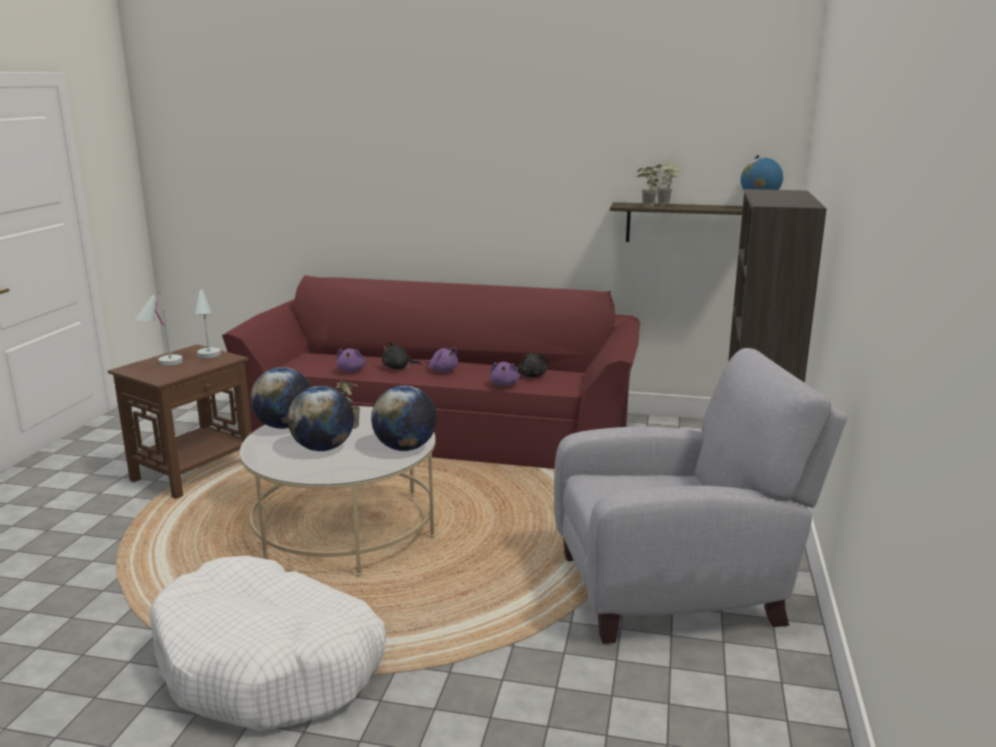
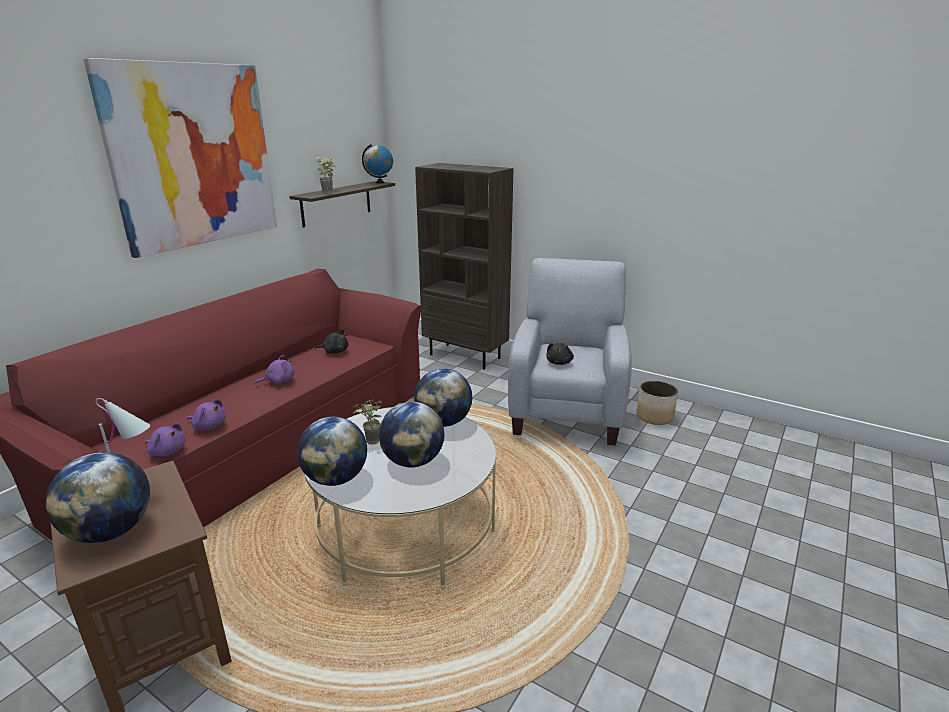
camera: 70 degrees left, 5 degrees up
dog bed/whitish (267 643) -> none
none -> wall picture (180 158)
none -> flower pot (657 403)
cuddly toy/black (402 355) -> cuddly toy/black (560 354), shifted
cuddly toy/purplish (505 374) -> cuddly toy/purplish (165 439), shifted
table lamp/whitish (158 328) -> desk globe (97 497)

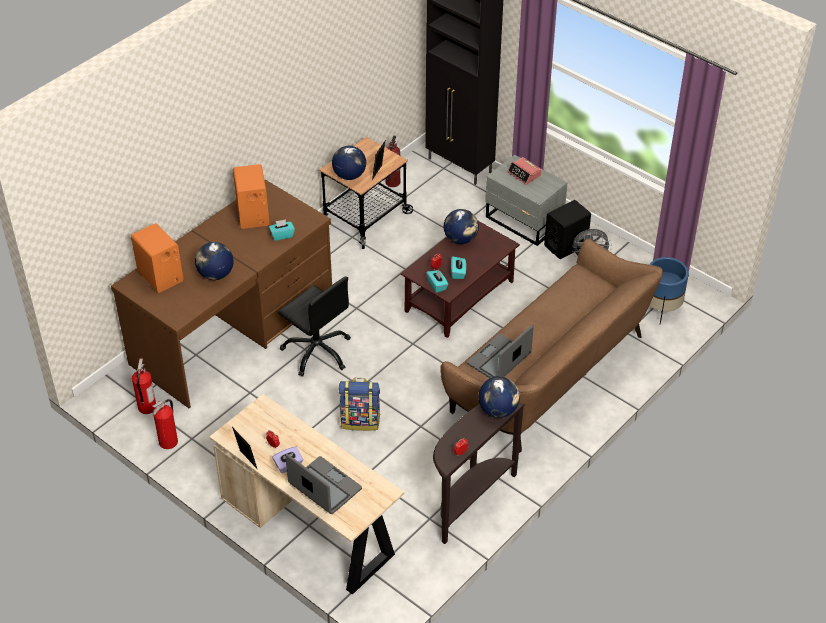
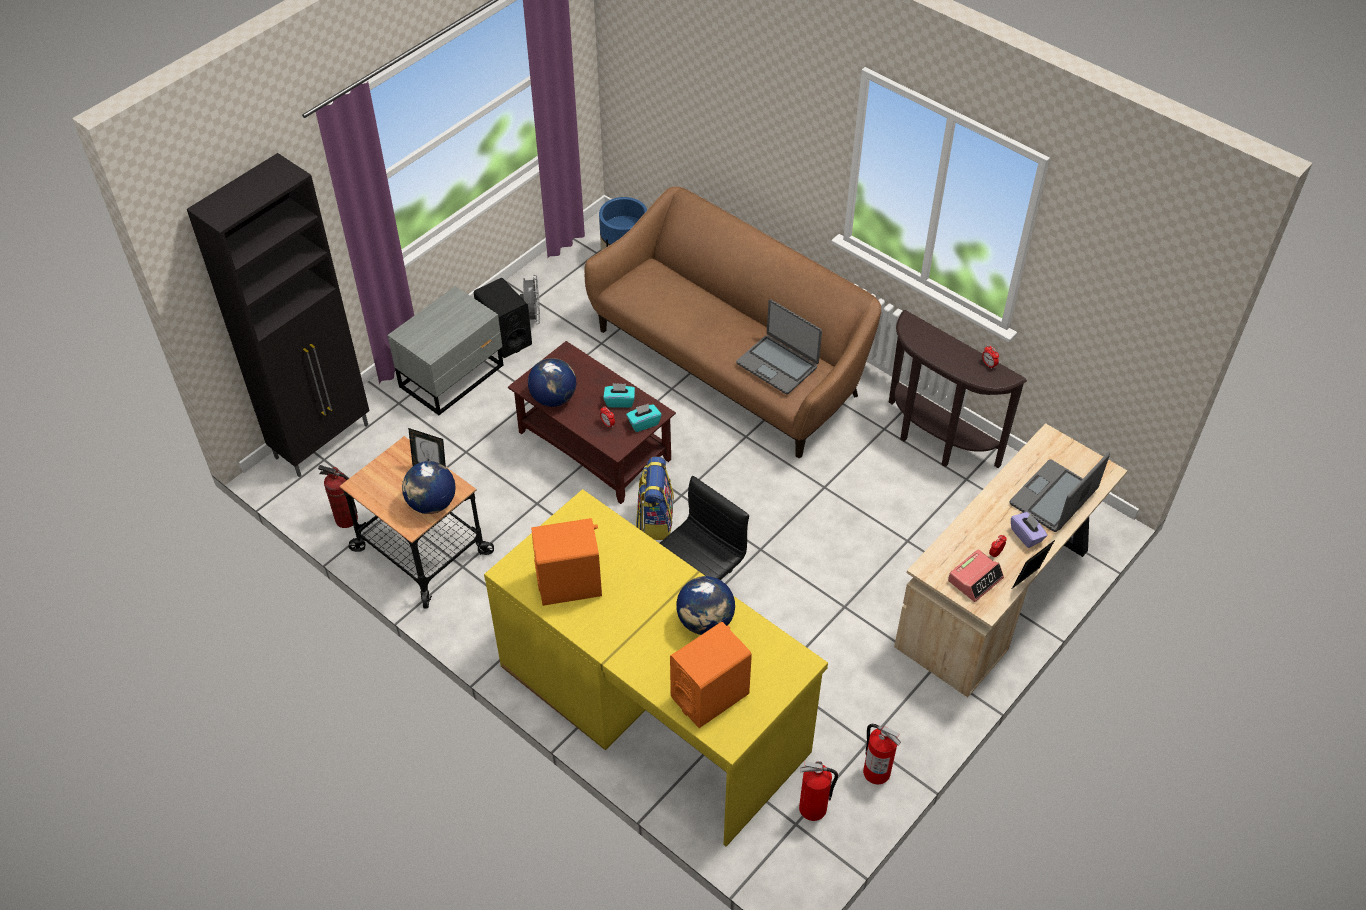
camera: 90 degrees left, 5 degrees up
box of tissues/blue-green (282 230) -> none
desk globe (499 397) -> none
backpack (359 404) -> backpack (655 498), shifted
bedside clock (524 171) -> bedside clock (976 575), shifted
desk table/brown-coloured (221 293) -> desk table/yellow-coloured (656 668)

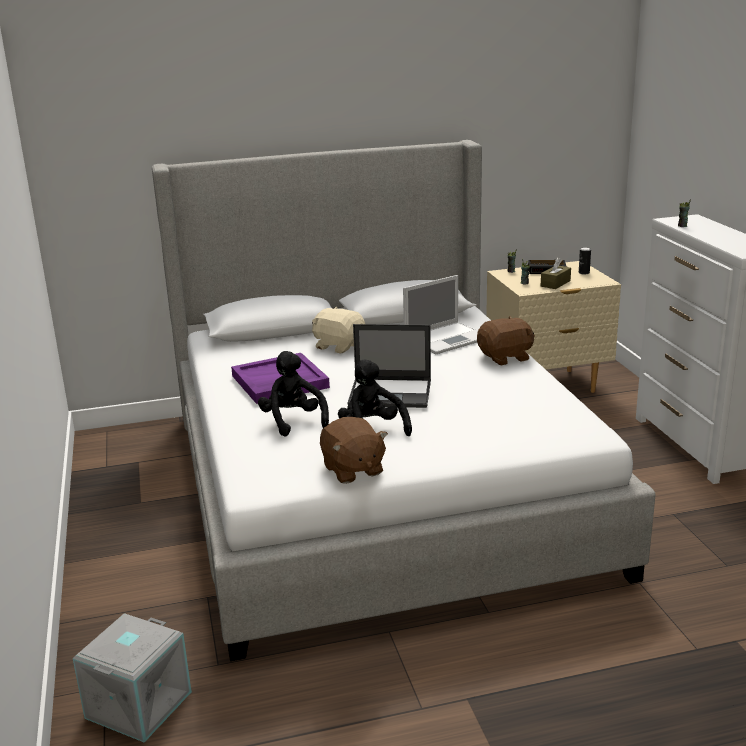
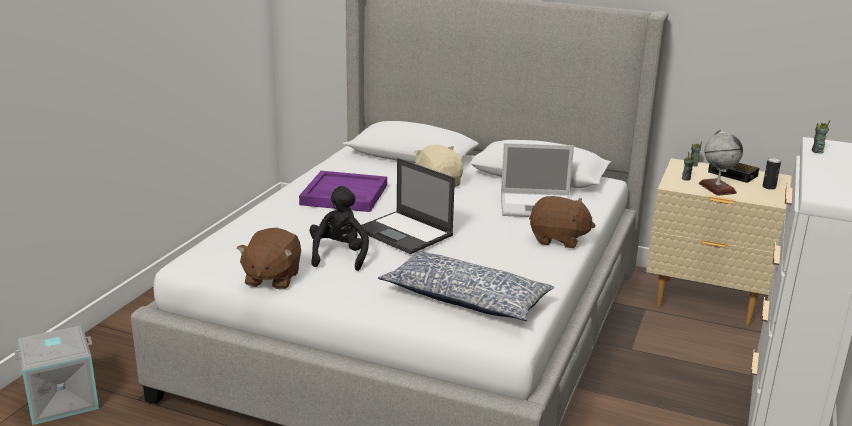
camera: 35 degrees right, 0 degrees up
cuddly toy/black (293 394) -> none
none -> cushion (466 286)
box of tissues/brown-coloured (556 273) -> desk globe (721 162)

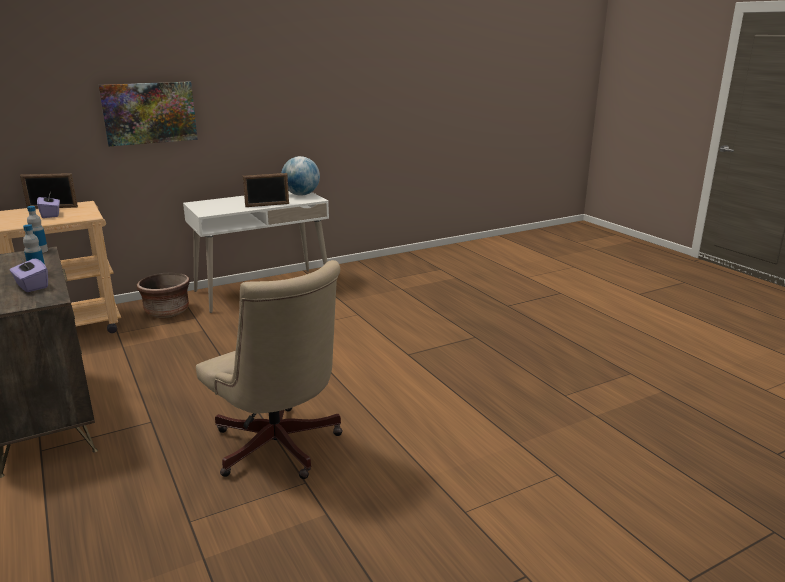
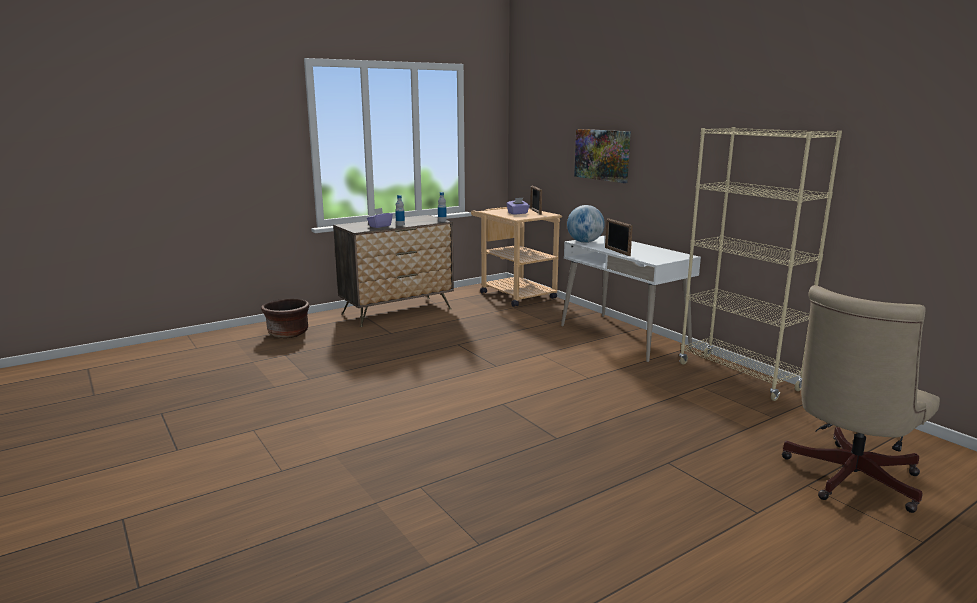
camera: 85 degrees right, 5 degrees down
none -> bookcase/beige (760 264)
flower pot/brown-coloured (163 295) -> flower pot/brown-coloured (285 318), shifted
computer chair/beige (269 369) -> computer chair/beige (861 399), shifted
desk globe (300 176) -> desk globe (586 224), shifted

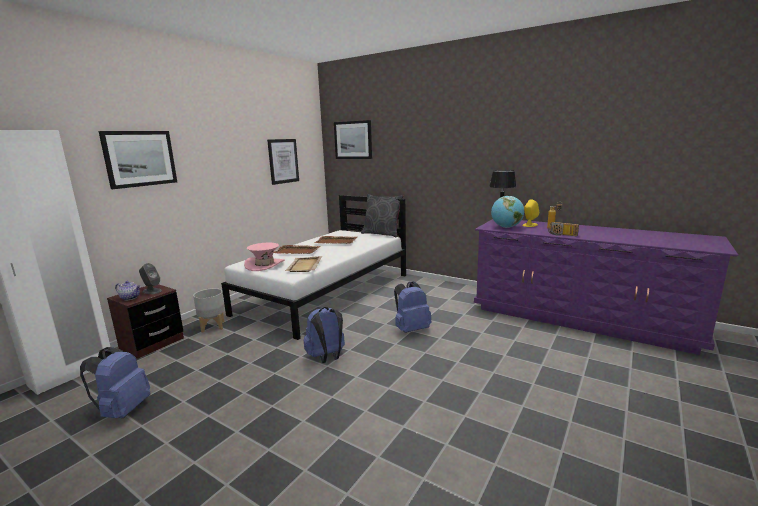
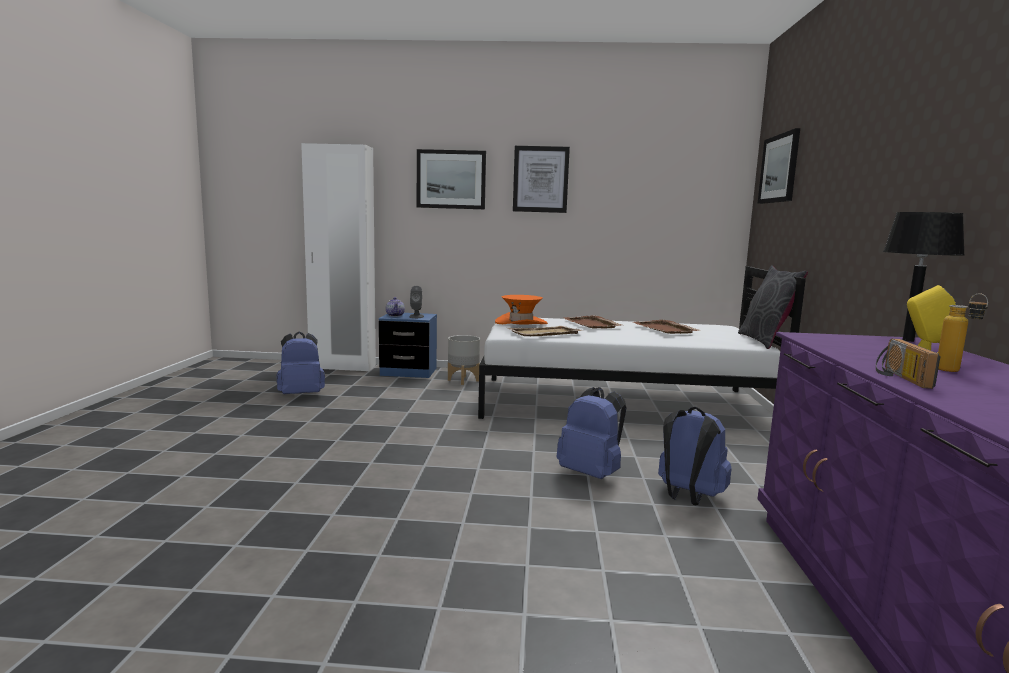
camera: 60 degrees right, 5 degrees down
desk globe (507 212) -> none
wall picture (283 162) -> wall picture (541 179), shifted
backpack/blue-coloured (324 335) -> backpack/blue-coloured (695 456), shifted
bedside table/brown-coloured (145 321) -> bedside table/blue-coloured (408 345)
clothing hat/pinkish (264 257) -> clothing hat/orange-coloured (521 310)

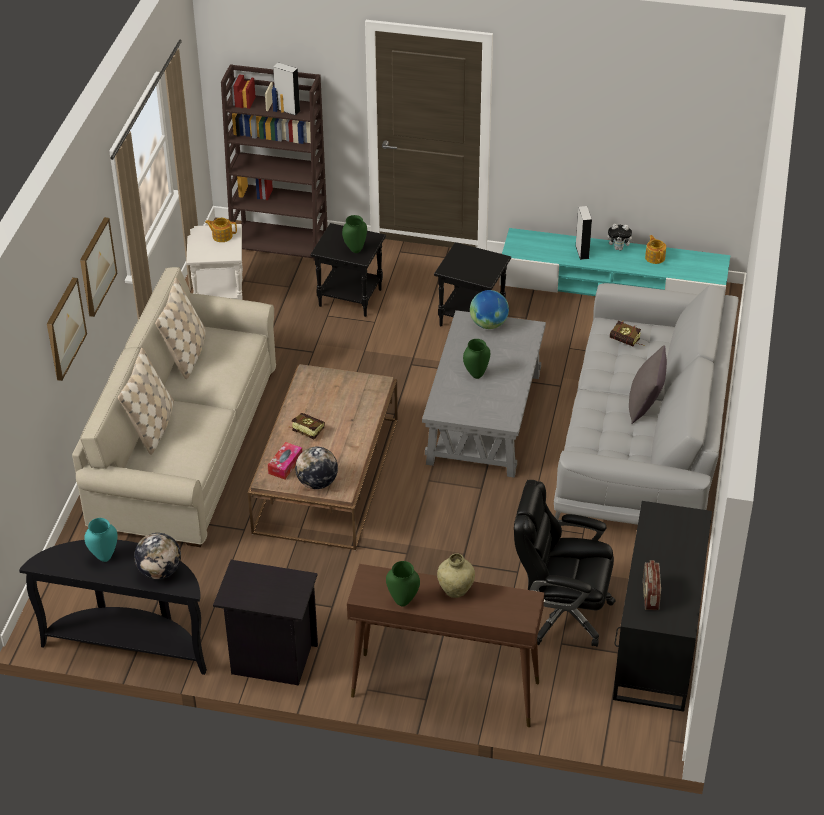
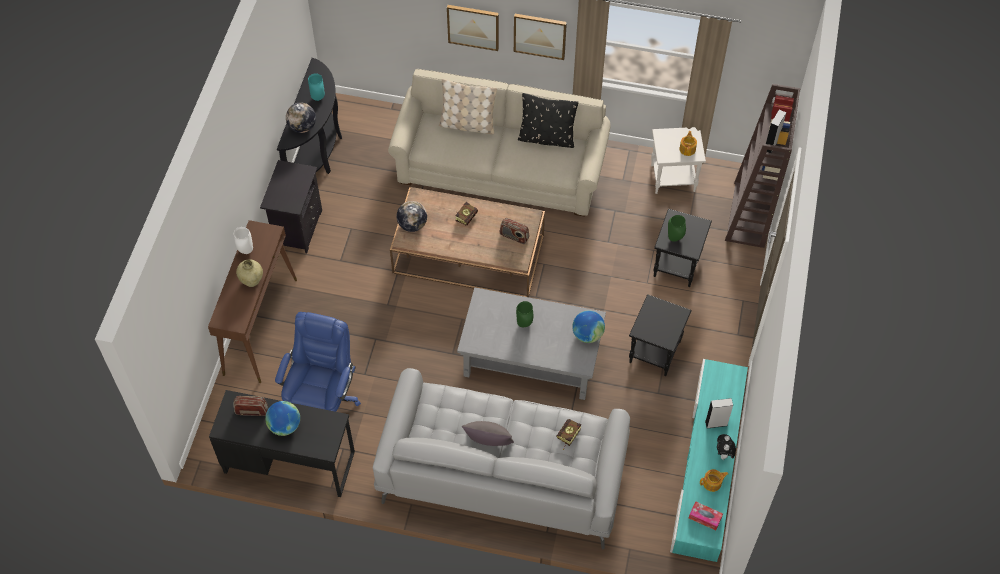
camera: 90 degrees right, 15 degrees up
none -> desk globe (282 418)
none -> radio set (514 231)
box of tissues (285 460) -> box of tissues (706 515), shifted
cushion/beige (180 328) -> cushion/black (548 120)
decorative vase/greenish (403 584) -> decorative vase/whitish (243 240)
computer chair/black (564 563) -> computer chair/blue-coloured (318 362)

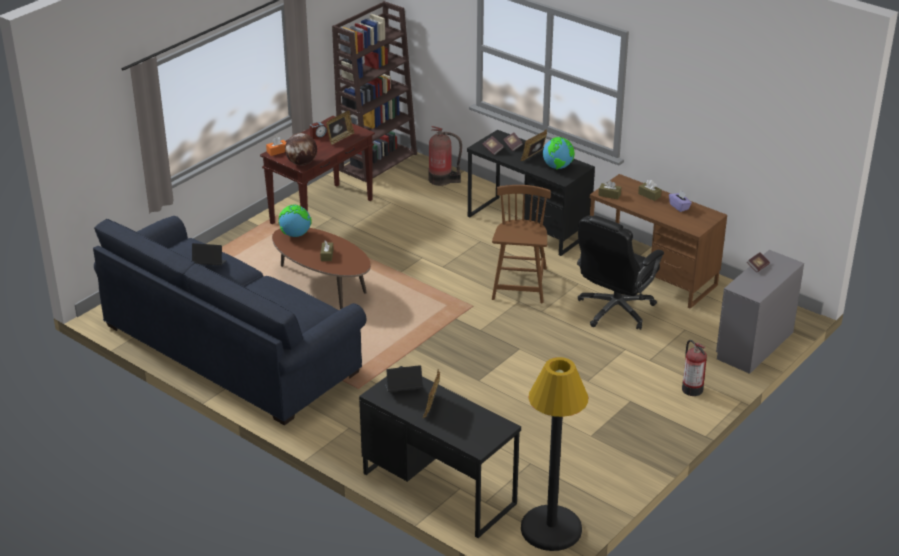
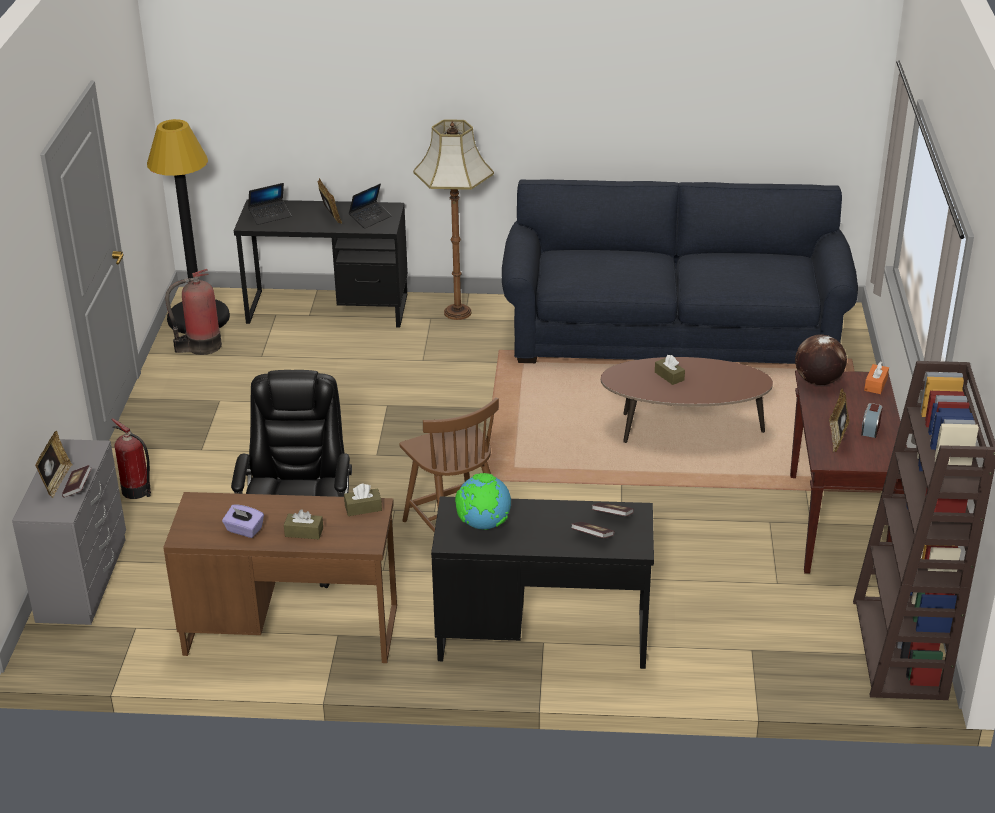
camera: 145 degrees right, 0 degrees up
desk globe (295 221) -> none
none -> standing lamp (453 219)
portable computer (209 254) -> portable computer (269 204), shifted
fire-fighting cylinder (445 156) -> fire-fighting cylinder (193 312), shifted
photo frame (534 145) -> photo frame (54 464), shifted

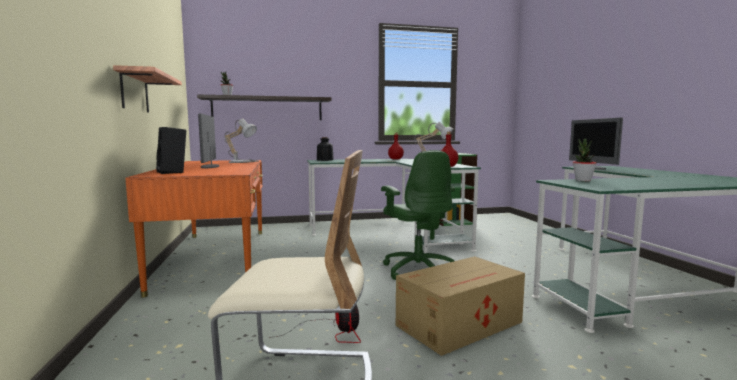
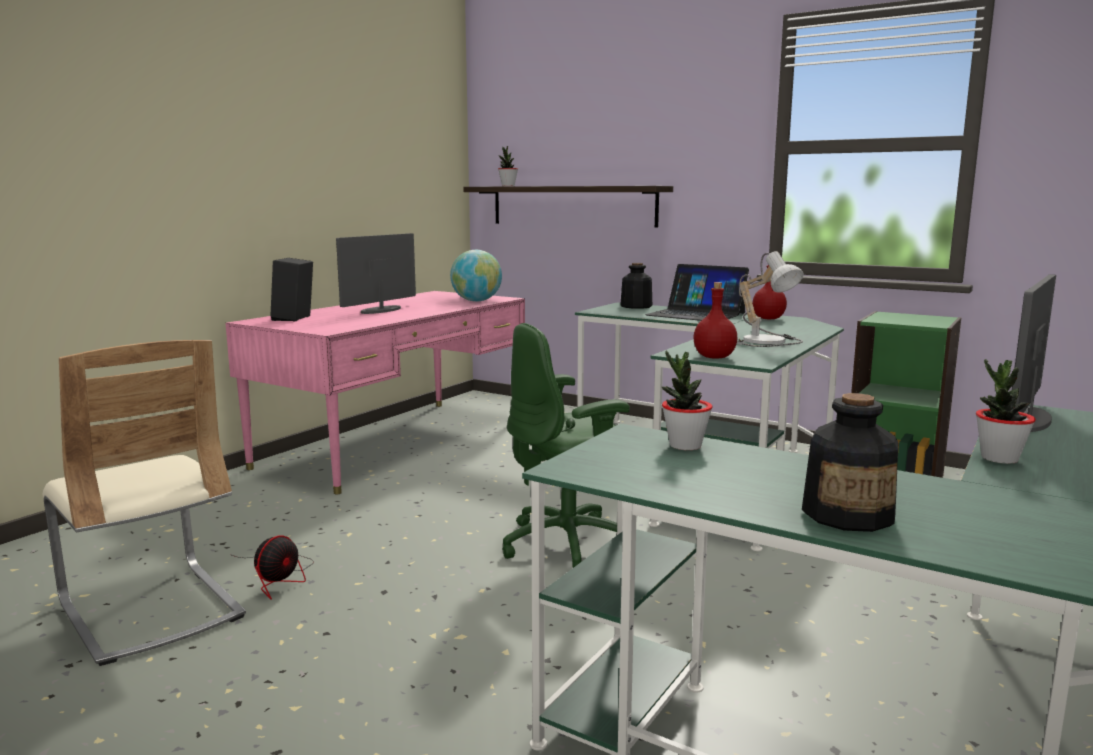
camera: 45 degrees right, 5 degrees up
wall shelf (147 88) -> none
carton (460 306) -> none
none -> portable computer (697 292)
none -> bottle (850 462)
none -> potted plant (1006 411)
table lamp (242 141) -> desk globe (476 276)
desk table/orange-coloured (193 229) -> desk table/pinkish (375 393)
computer chair/greenish (418 215) -> computer chair/greenish (566 445), 45 degrees clockwise

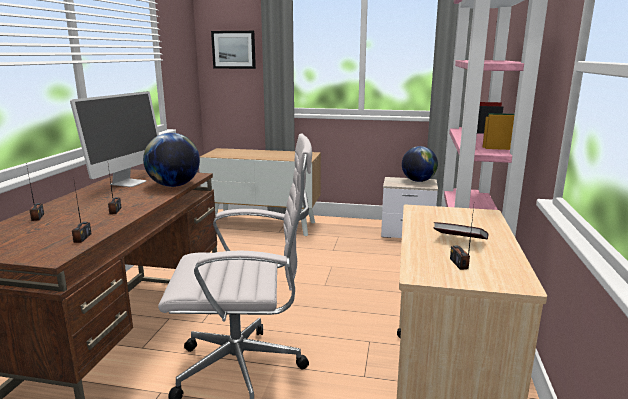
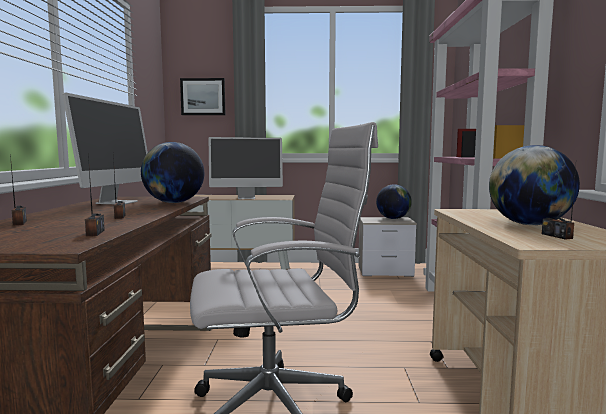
camera: 10 degrees left, 10 degrees down
none -> computer screen (246 168)
book (461 231) -> desk globe (534 185)

